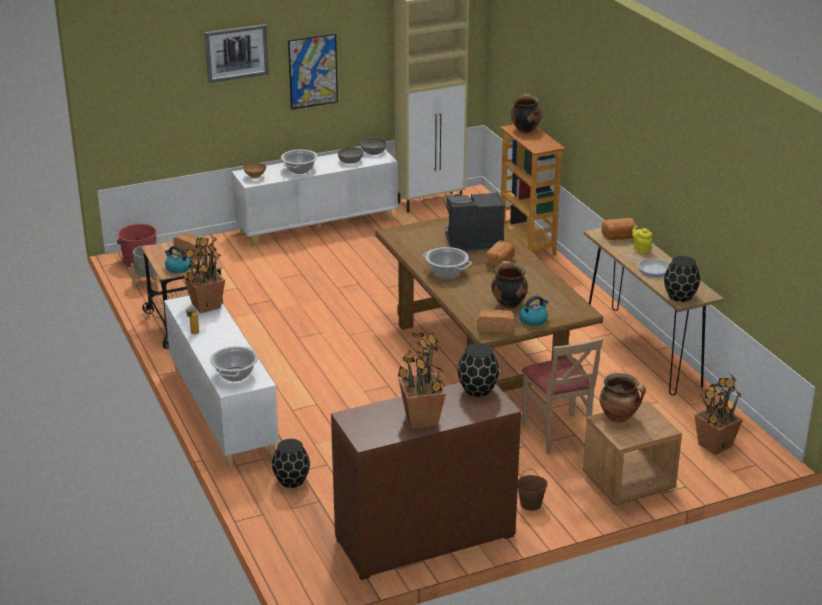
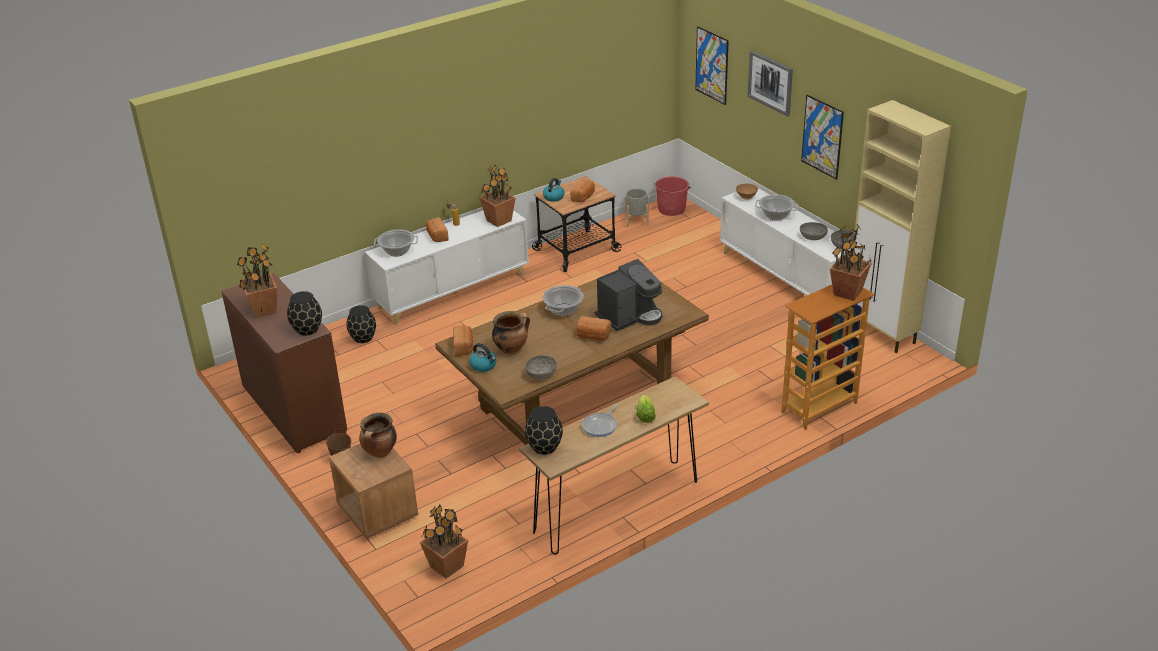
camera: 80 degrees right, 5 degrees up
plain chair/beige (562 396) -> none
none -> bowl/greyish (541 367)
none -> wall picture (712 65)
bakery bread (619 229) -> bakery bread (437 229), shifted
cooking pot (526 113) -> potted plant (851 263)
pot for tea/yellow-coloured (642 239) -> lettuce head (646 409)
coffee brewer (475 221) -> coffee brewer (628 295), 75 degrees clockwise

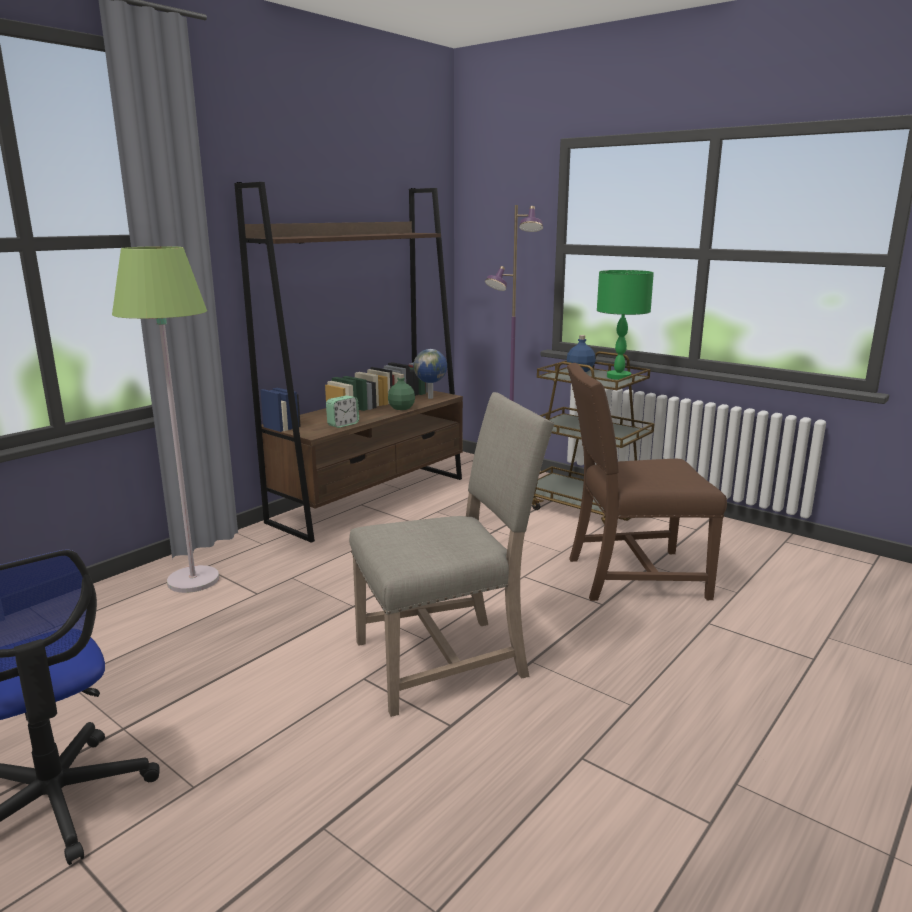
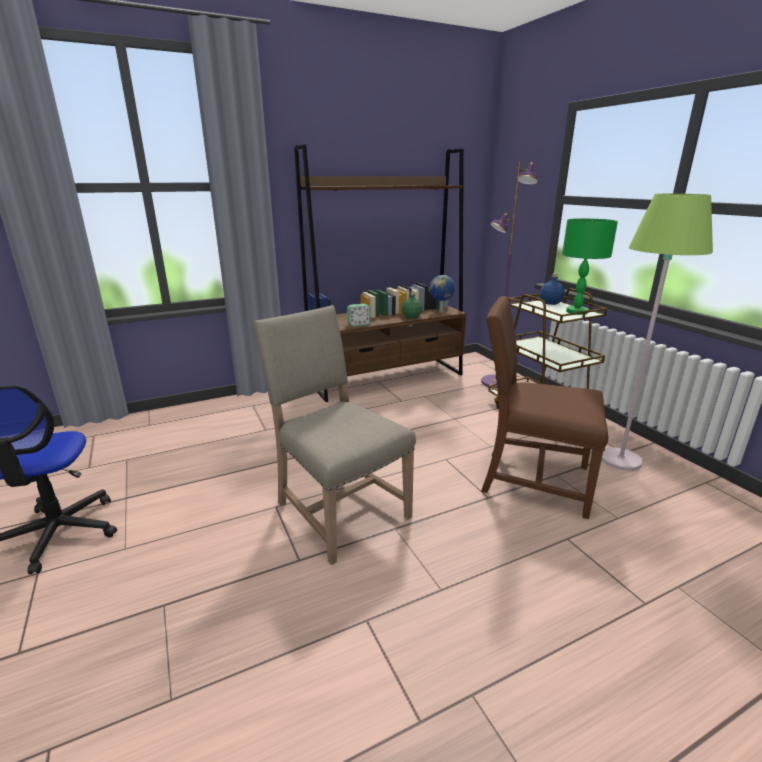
camera: 25 degrees right, 5 degrees up
standing lamp/greenish (165 419) -> standing lamp/greenish (657 332), shifted
plain chair/beige (451 554) -> plain chair/beige (334 435), 135 degrees counterclockwise

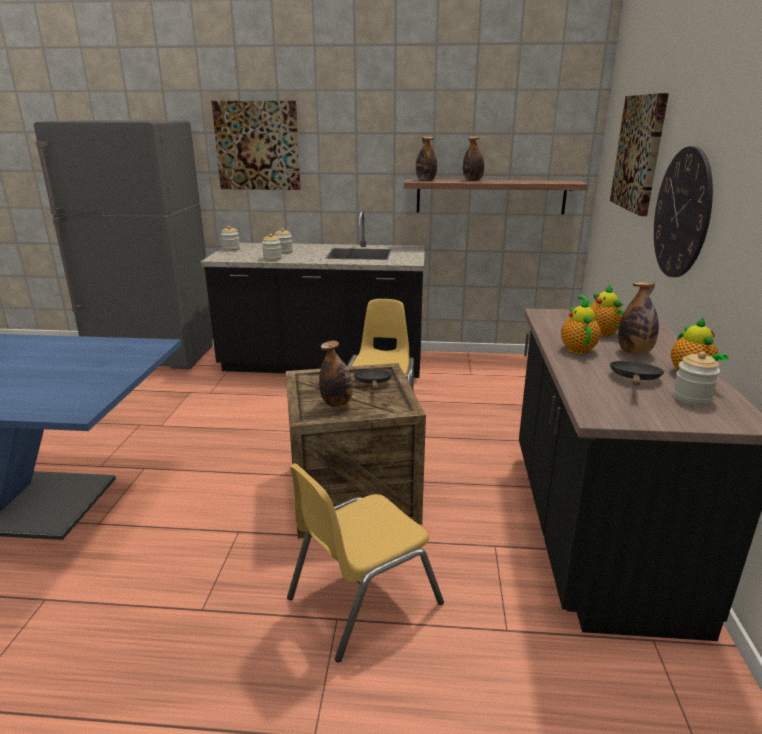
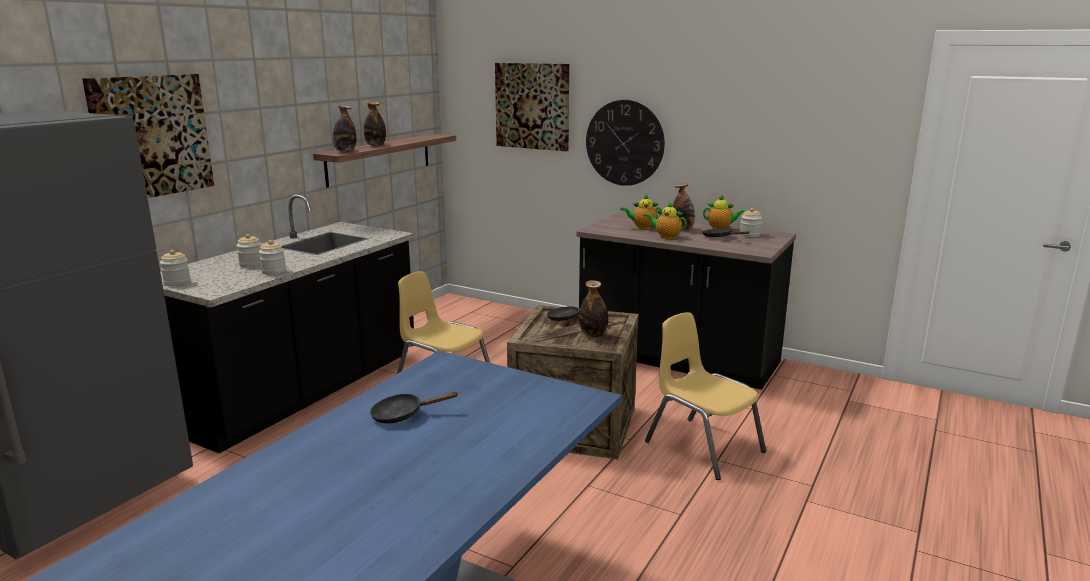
camera: 65 degrees left, 5 degrees down
none -> frying pan/black (414 408)
plain chair/yellow-coloured (365 563) -> plain chair/yellow-coloured (705 396), 150 degrees clockwise

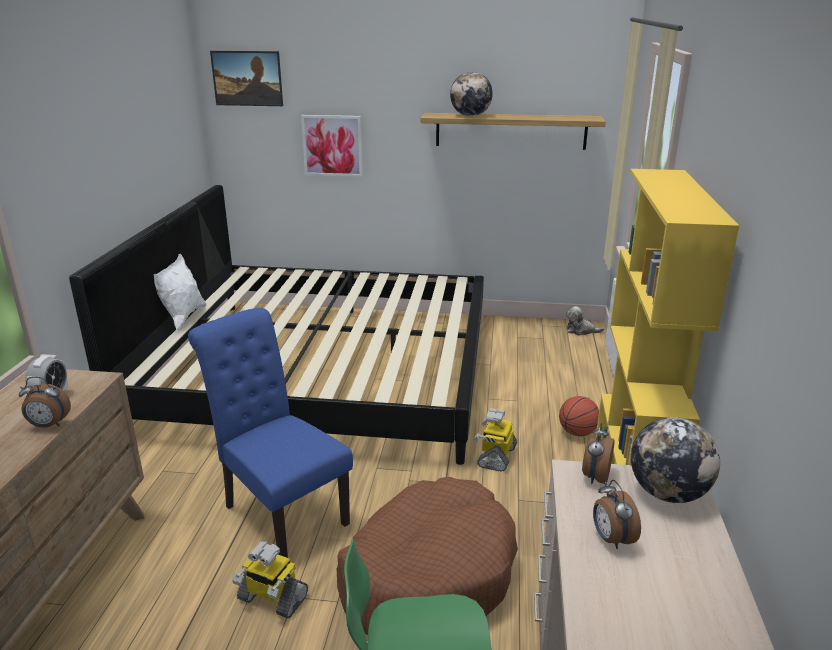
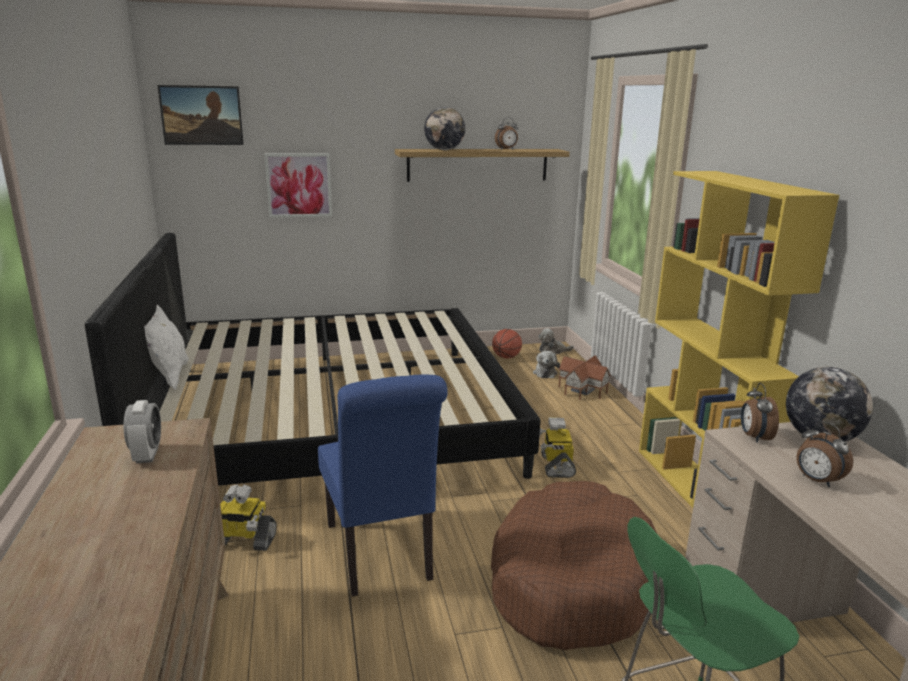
camera: 20 degrees left, 5 degrees down
none -> cuddly toy (546 364)
none -> miniature house (585 377)
bedside clock (45 402) -> bedside clock (506 133), shifted
robot figure (270 579) -> robot figure (248 517), shifted
basketball ball (579 416) -> basketball ball (507 344), shifted
plain chair/blue-coloured (270 433) -> plain chair/blue-coloured (383 485), 135 degrees counterclockwise

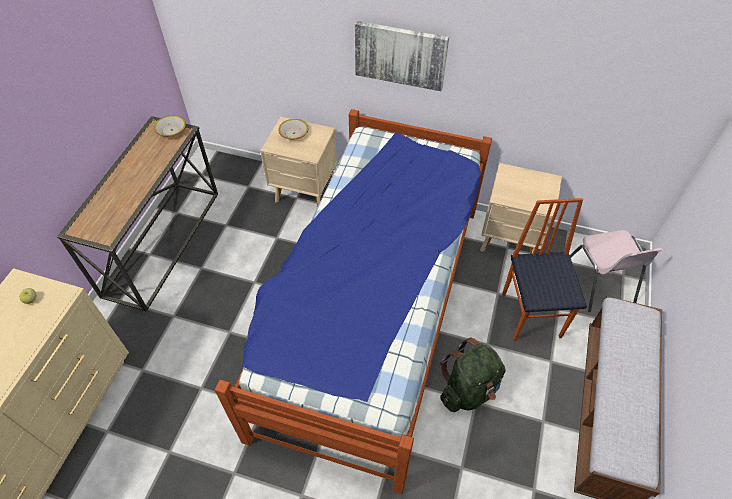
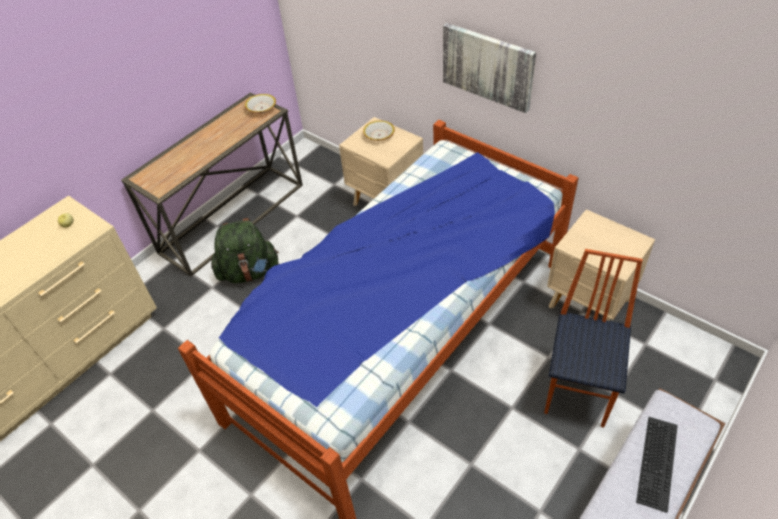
camera: 25 degrees right, 5 degrees down
plain chair/pinkish (616 271) -> none
none -> keyboard (657 465)
backpack/greenish (473 375) -> backpack/greenish (245 250), shifted

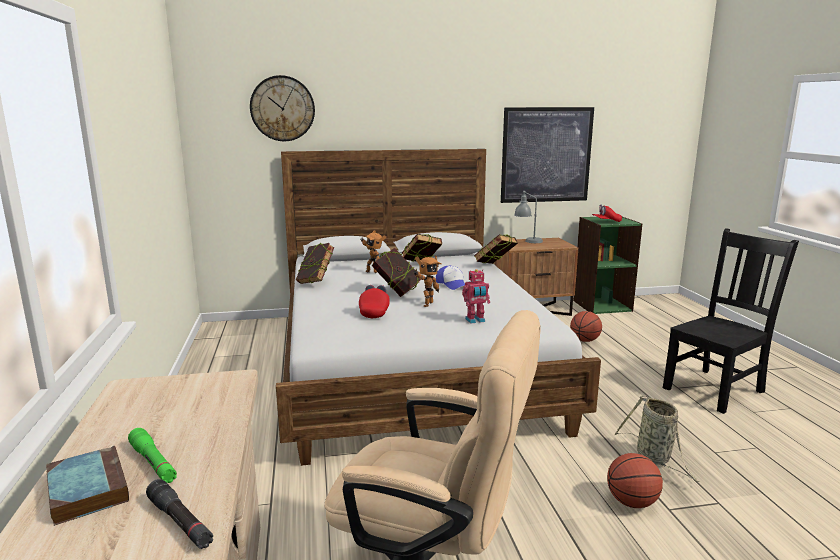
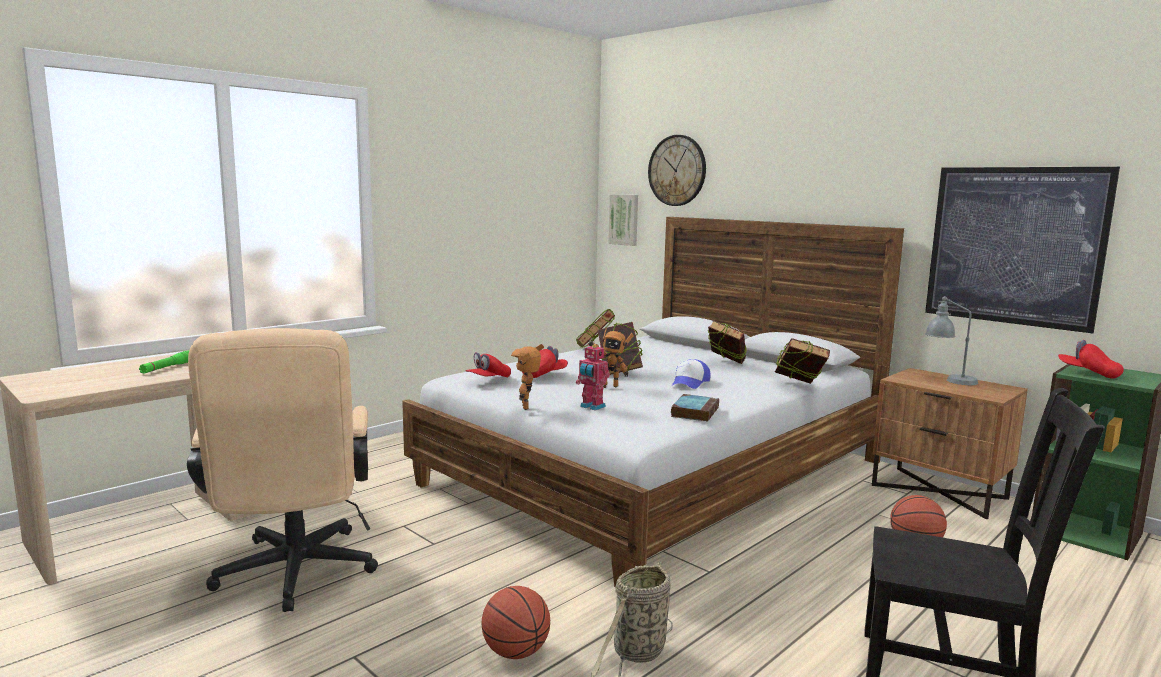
camera: 55 degrees right, 5 degrees down
torch/black (179 514) -> none
none -> peaked cap/reddish (488 365)
none -> wall picture (623 220)
book (87 486) -> book (695 408), shifted
robot figure (373 251) -> robot figure (527 377), shifted

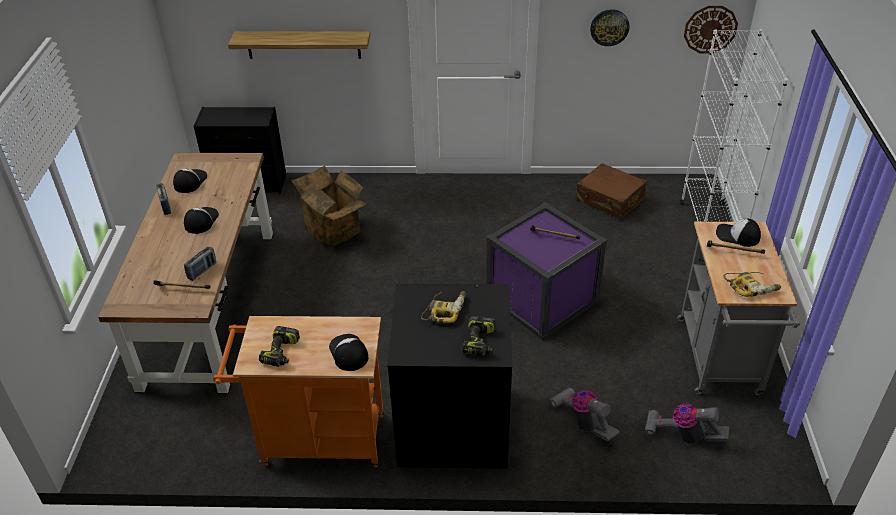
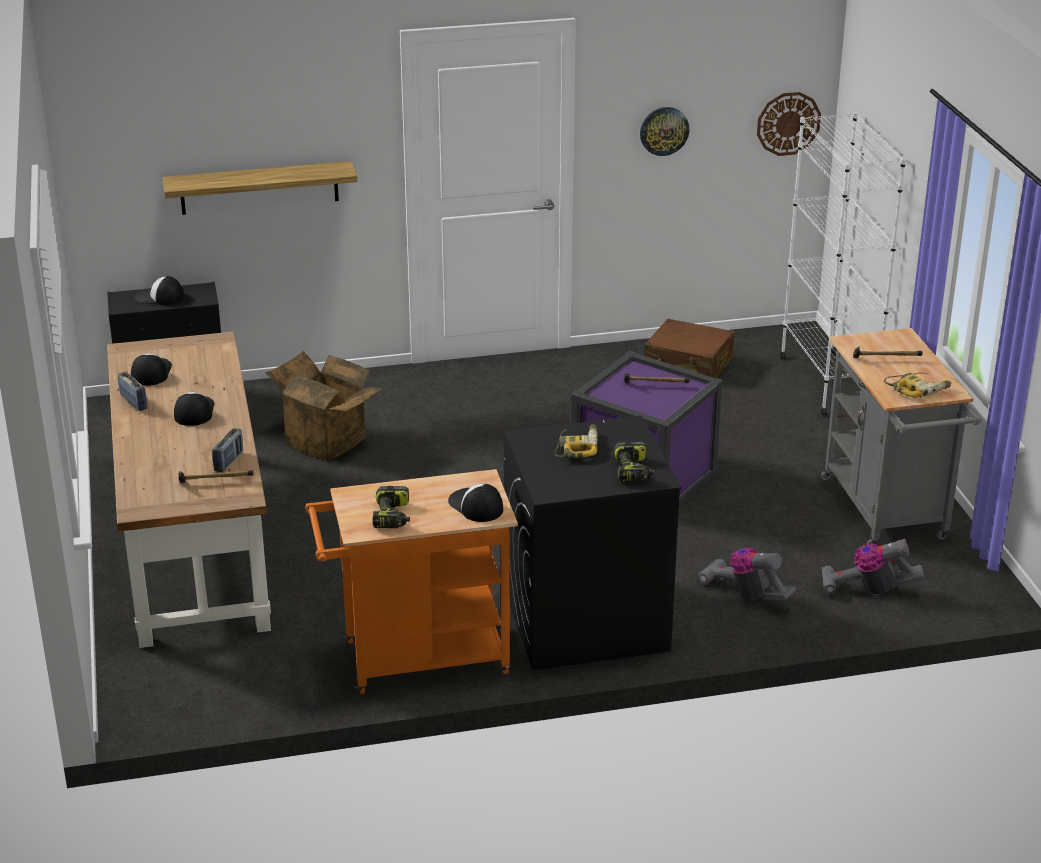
camera: 15 degrees left, 10 degrees down
peaked cap (738 233) -> peaked cap (159 291), shifted

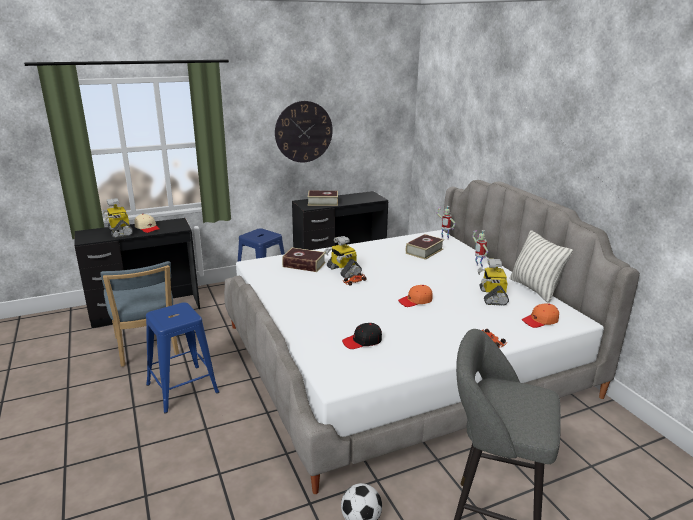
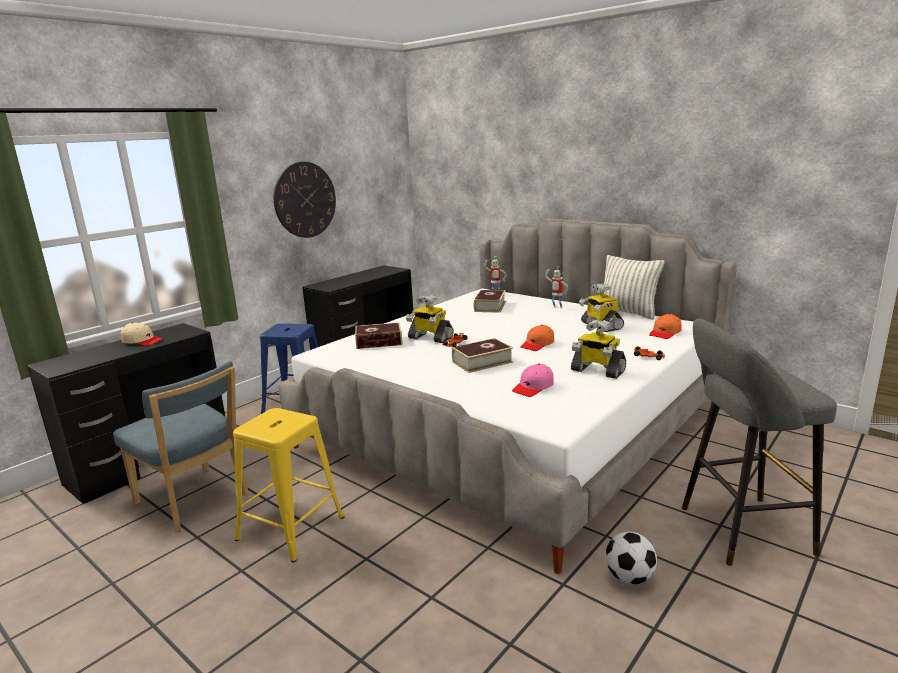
camera: 25 degrees left, 5 degrees down
robot figure (117 218) -> robot figure (598 349), shifted
book (323 198) -> book (482 355), shifted
sitting stool/blue-coloured (182 358) -> sitting stool/yellow-coloured (288 485)
peaked cap/black (362 336) -> peaked cap/pinkish (533 380)

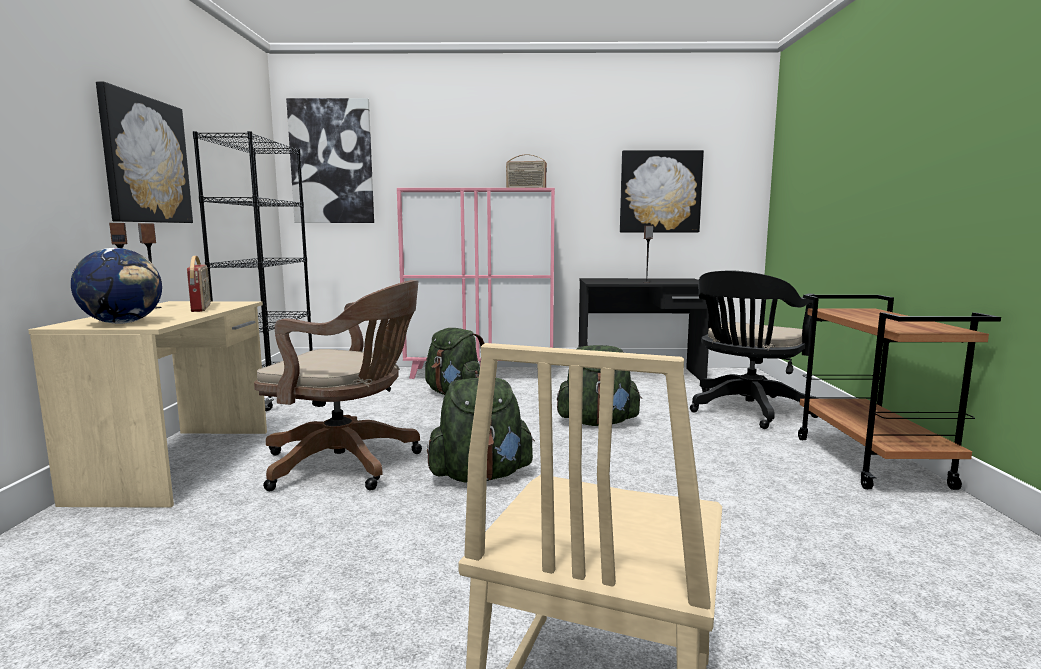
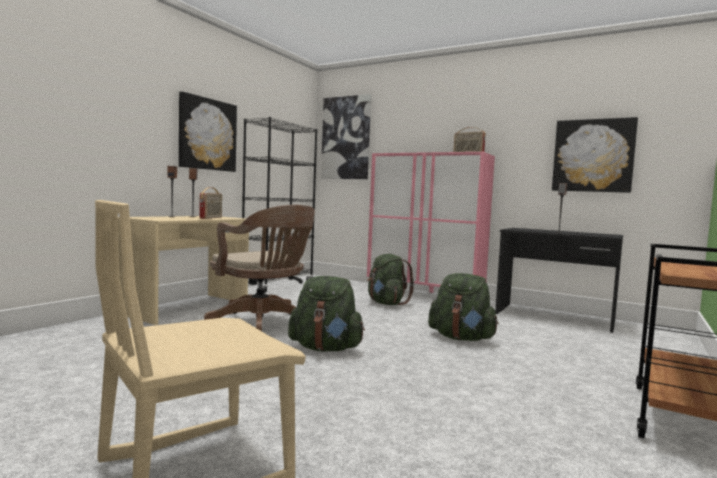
camera: 30 degrees right, 5 degrees down
desk globe (116 286) -> none
computer chair/black (754 349) -> none

